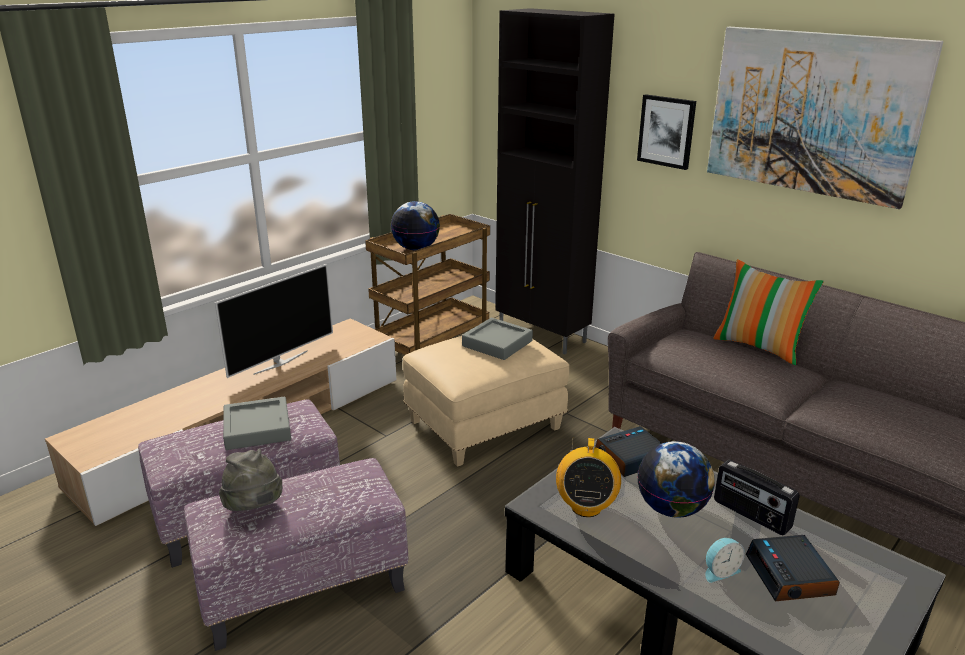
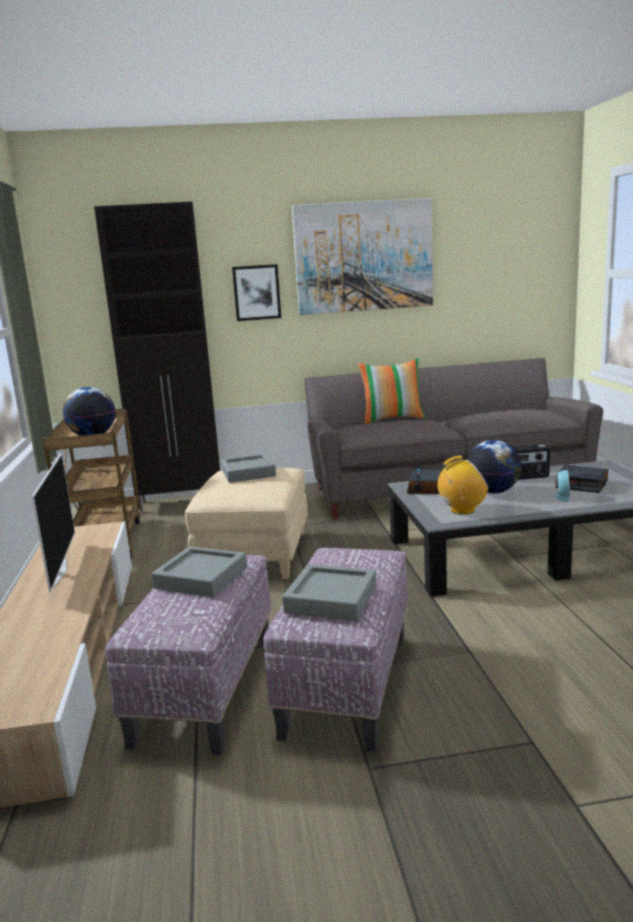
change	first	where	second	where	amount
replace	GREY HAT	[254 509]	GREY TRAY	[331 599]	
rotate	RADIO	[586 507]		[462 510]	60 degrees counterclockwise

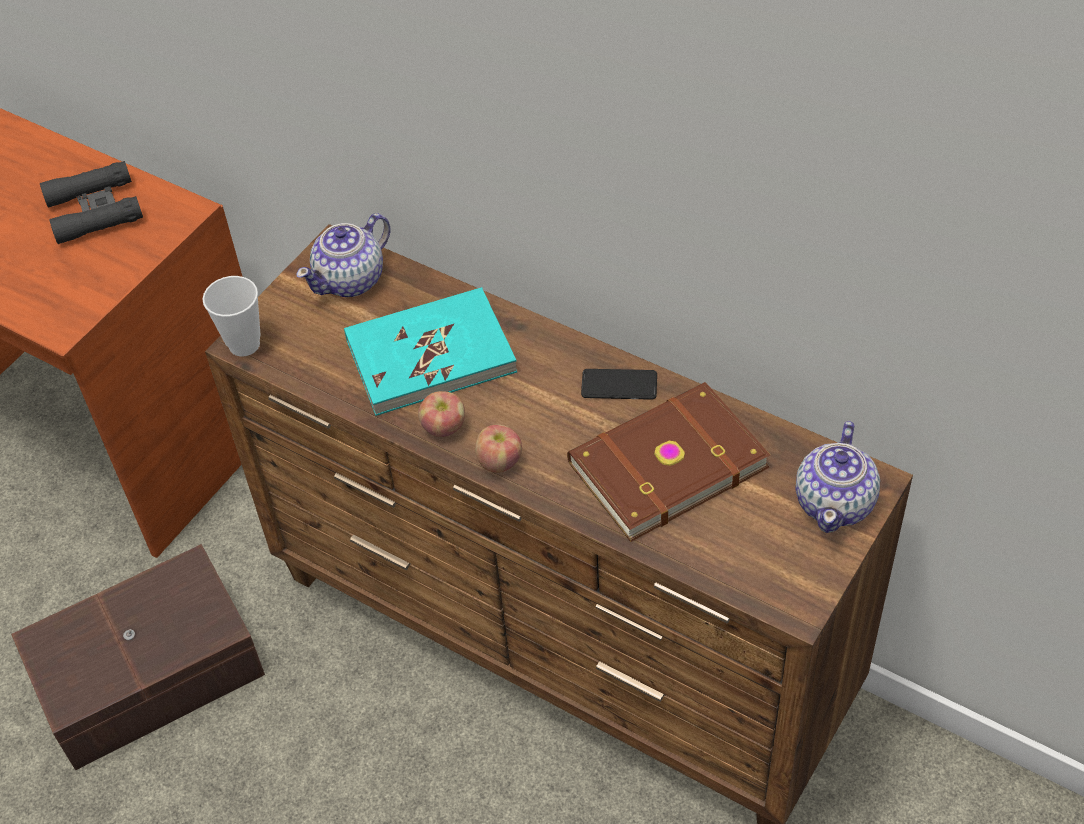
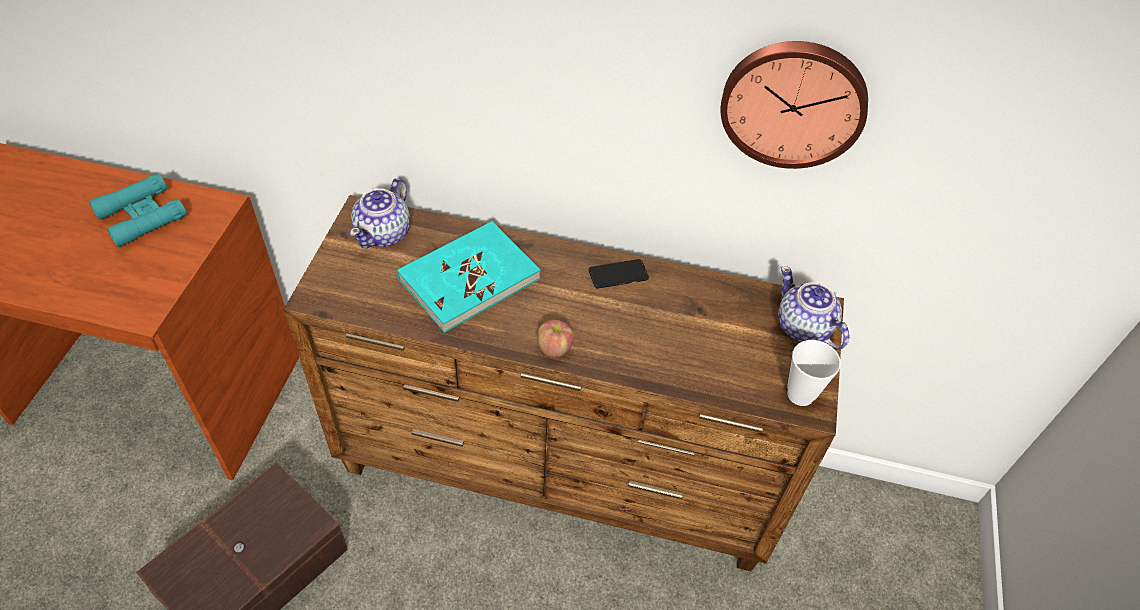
change	first	where	second	where	amount
recolor	BLACK BINOCULARS	[95 210]	TURQUOISE BINOCULARS	[141 216]	
insert			WALL CLOCK	[793 102]	
rotate	TEAPOT	[835 502]		[803 328]	150 degrees clockwise
move	CUP	[244 344]		[800 394]	
delete	APPLE	[444 427]			
delete	BROWN BOOK	[664 463]			

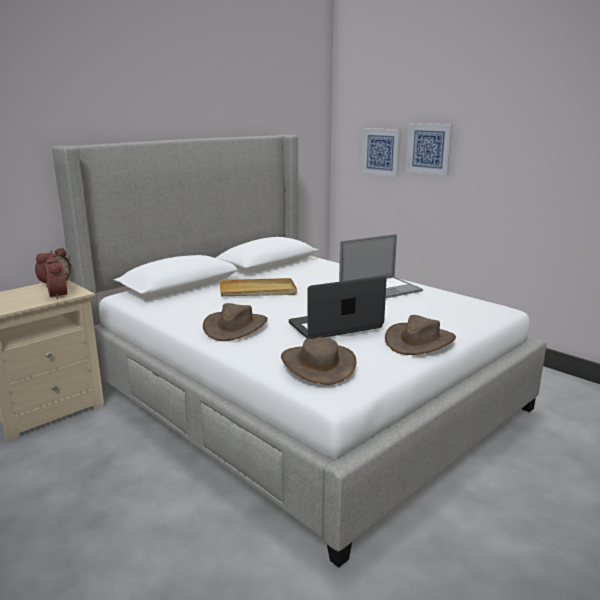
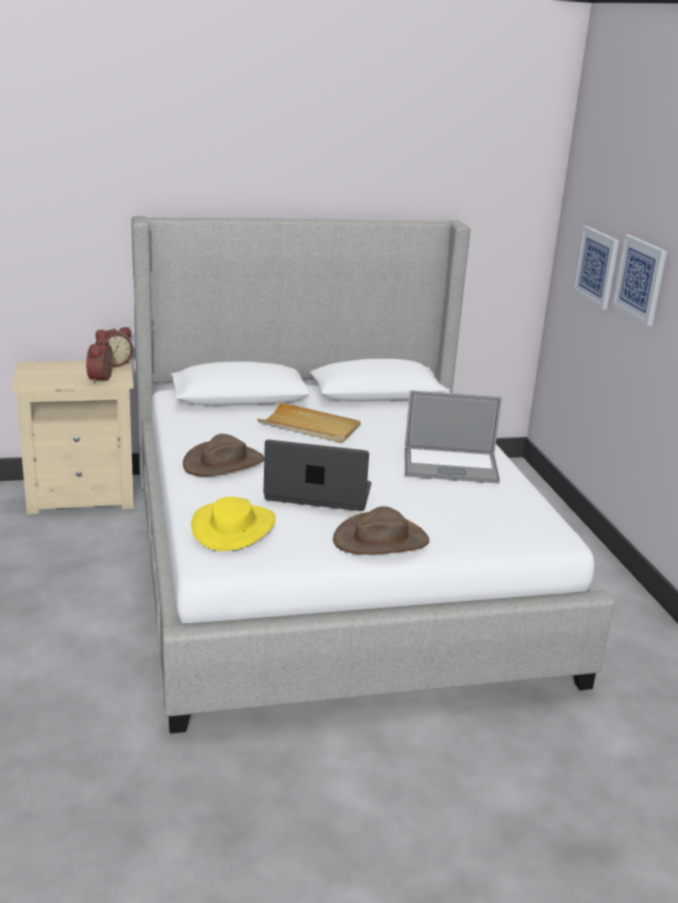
change	first	where	second	where	amount
recolor	BROWN HAT	[318 364]	YELLOW HAT	[234 527]	

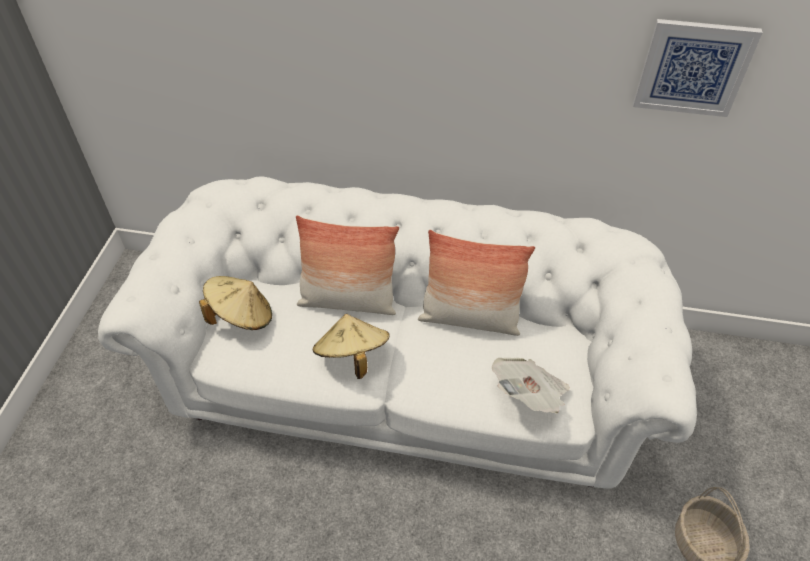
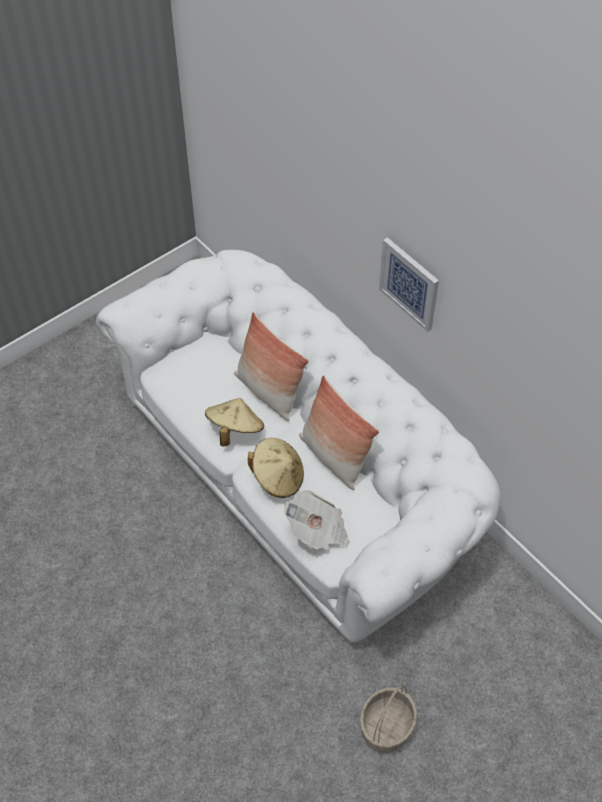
change	first	where	second	where	amount
move	BEIGE HAT	[241 316]		[278 477]	
move	PICTURE	[693 67]		[409 283]	

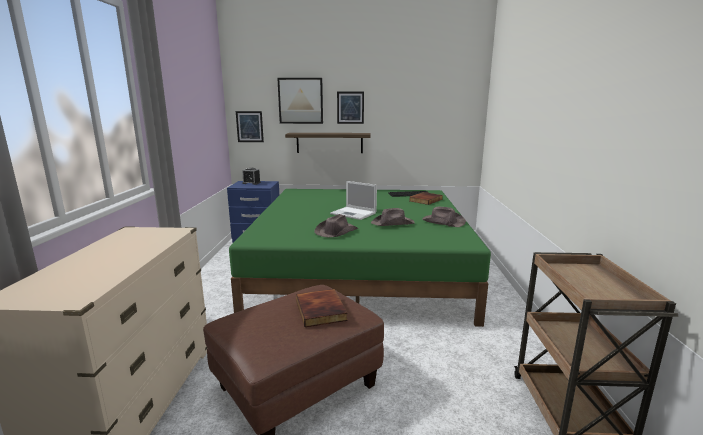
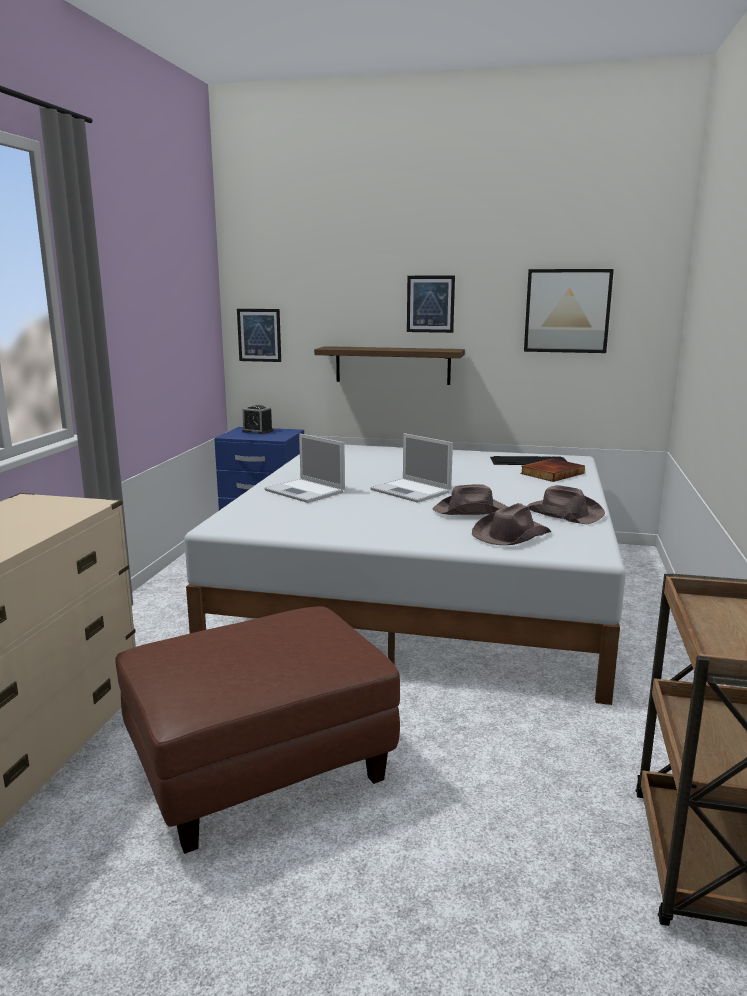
change	first	where	second	where	amount
recolor	GREEN BED	[361 269]	WHITE BED	[424 589]	
insert			LAPTOP	[306 491]	
move	BROWN HAT	[336 231]		[510 535]	
move	PICTURE	[300 101]		[567 311]	
delete	BOOK	[322 310]			

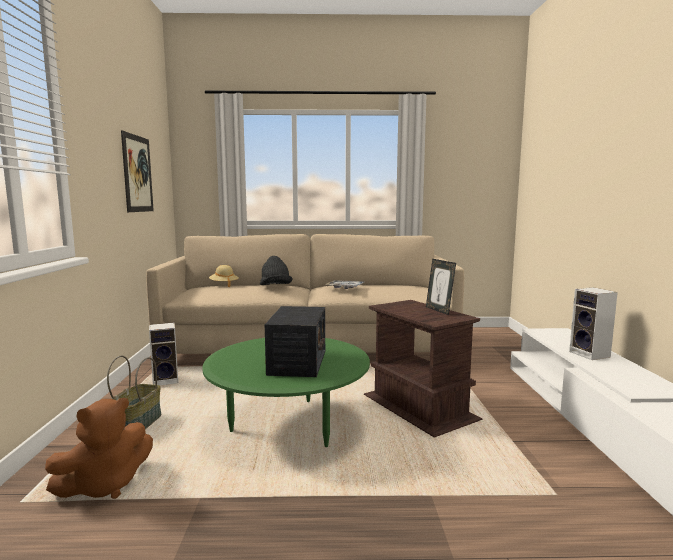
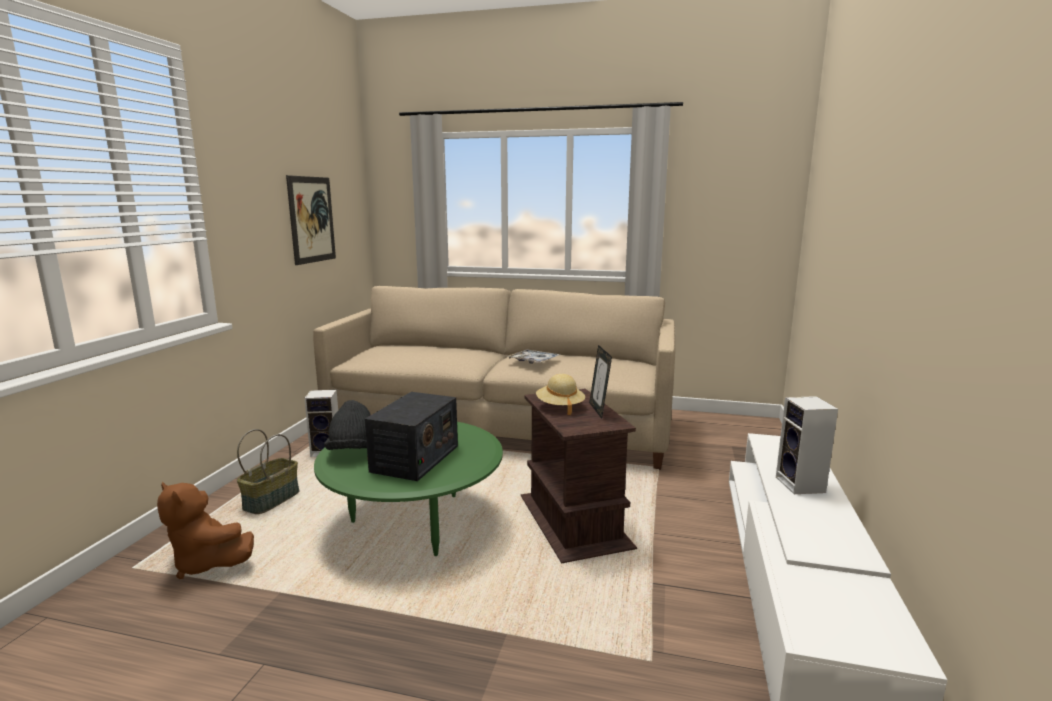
change	first	where	second	where	amount
rotate	BROWN PLUSH TOY	[105 485]		[208 563]	60 degrees clockwise
move	BLACK HAT	[275 287]		[353 451]	
move	BEIGE HAT	[224 285]		[560 406]	

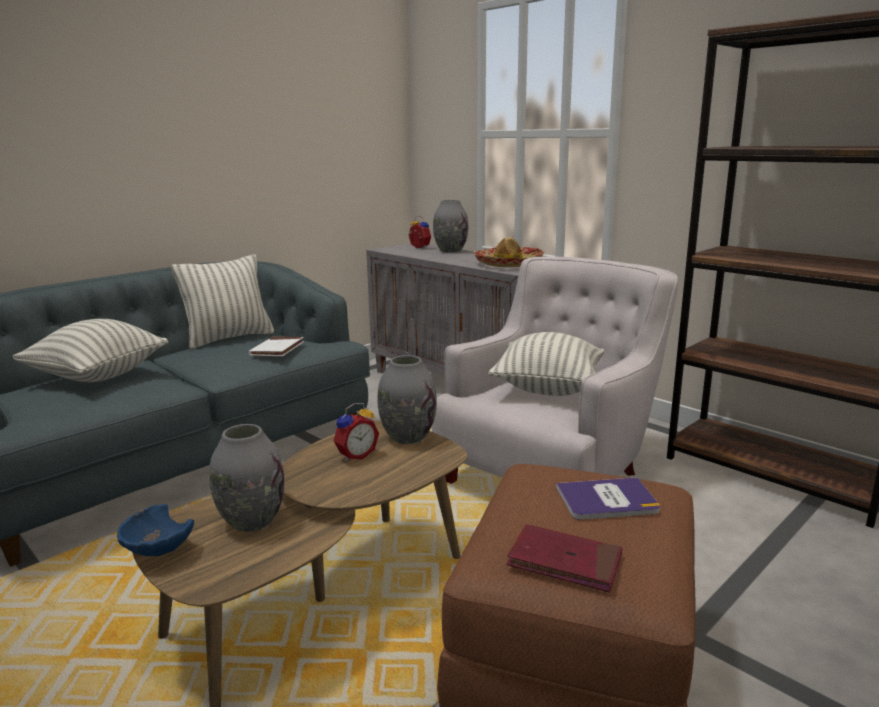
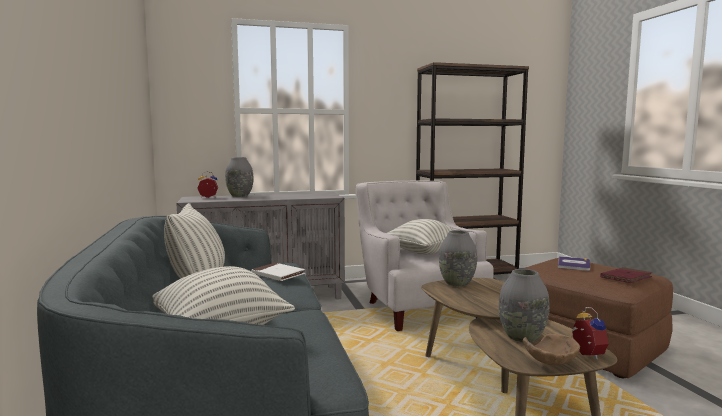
change	first	where	second	where	amount
recolor	BLUE BOWL	[157 553]	BROWN BOWL	[551 365]	
move	ALARM CLOCK	[355 455]		[586 354]	
delete	HAT	[508 264]			

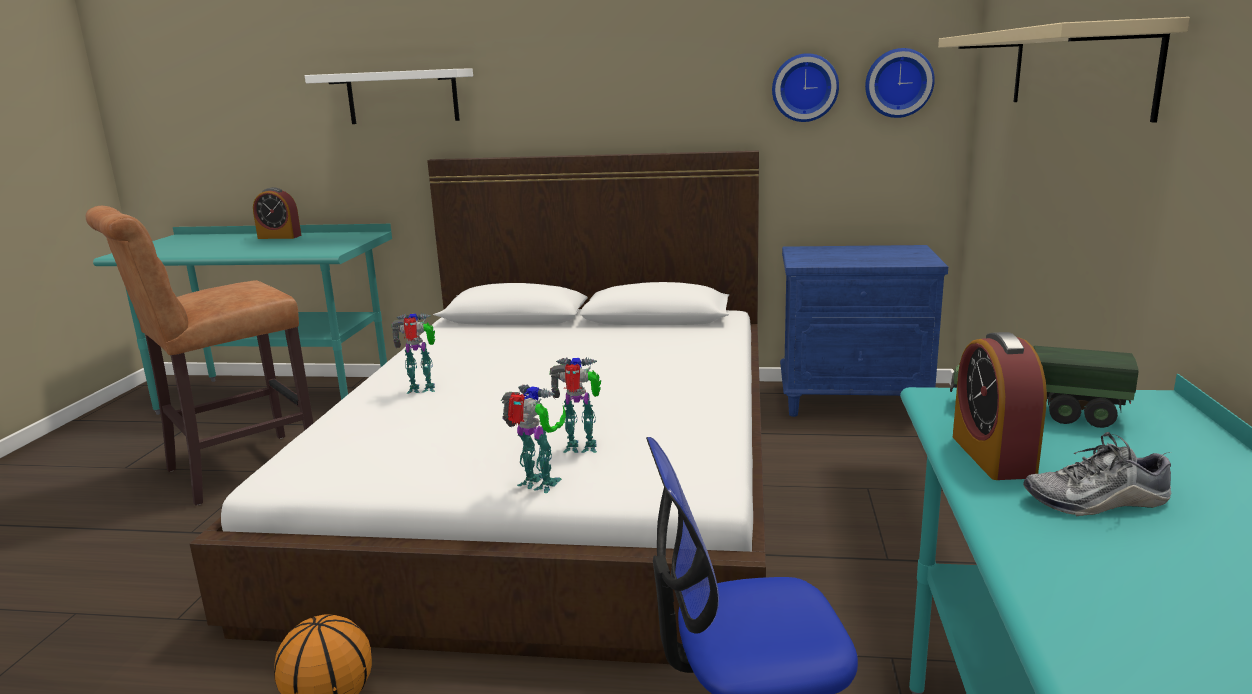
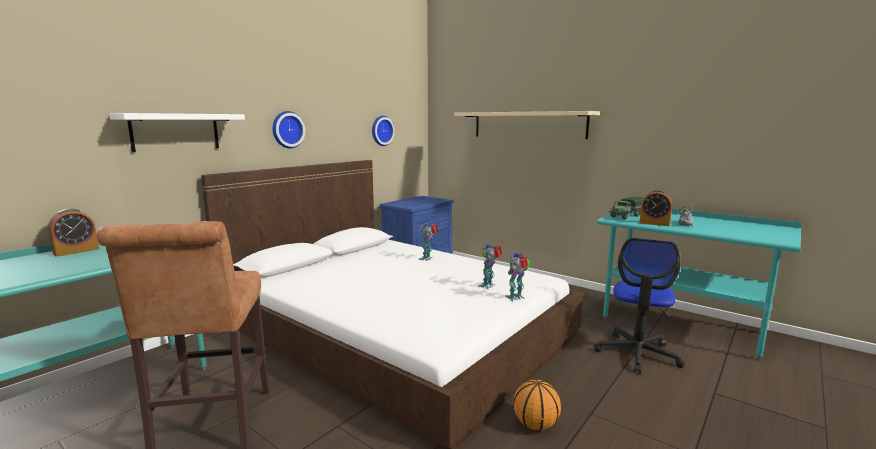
change	first	where	second	where	amount
move	WALL CLOCK	[898 83]		[287 129]	
move	TOY ROBOT	[423 389]		[427 258]	

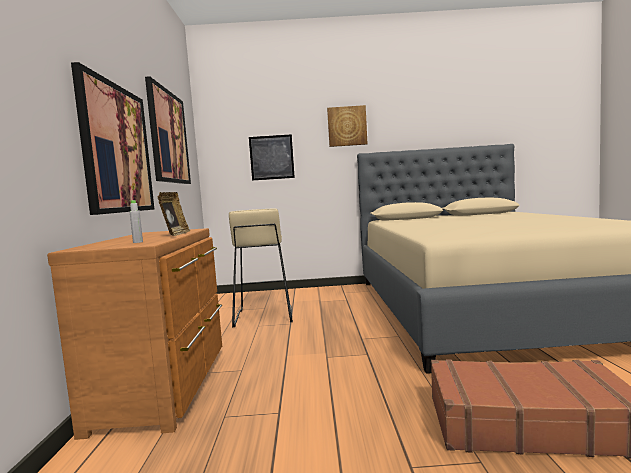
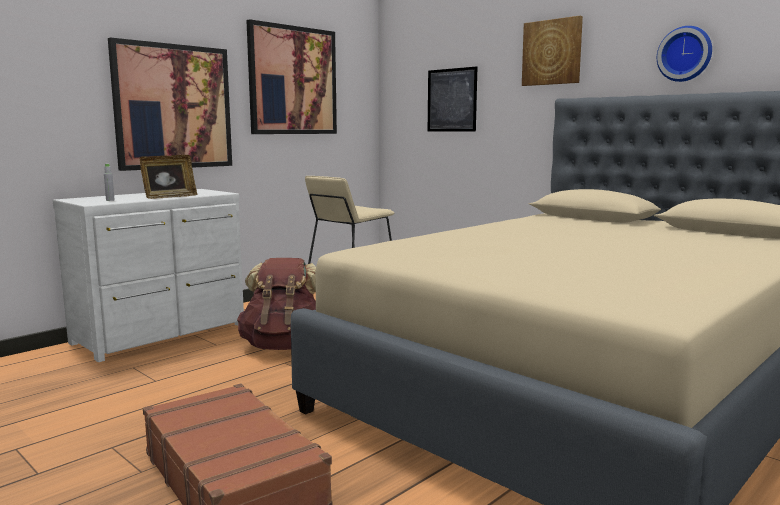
change	first	where	second	where	amount
recolor	BROWN DRESSER	[167 385]	WHITE DRESSER	[163 334]	
insert			BROWN BACKPACK	[284 346]	
insert			WALL CLOCK	[685 54]	

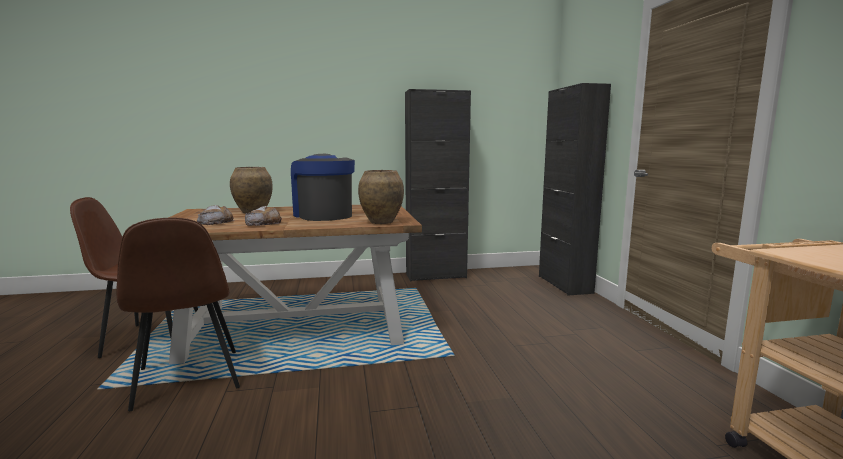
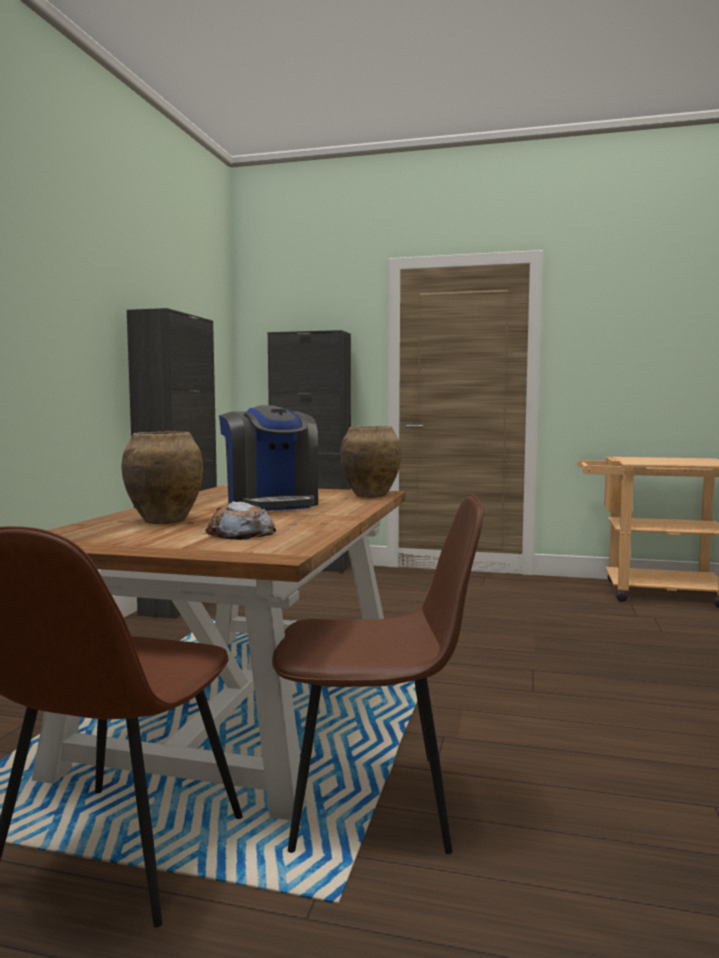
change	first	where	second	where	amount
rotate	COFFEE MACHINE	[323 215]		[271 504]	105 degrees counterclockwise
delete	BREAD	[263 223]			

